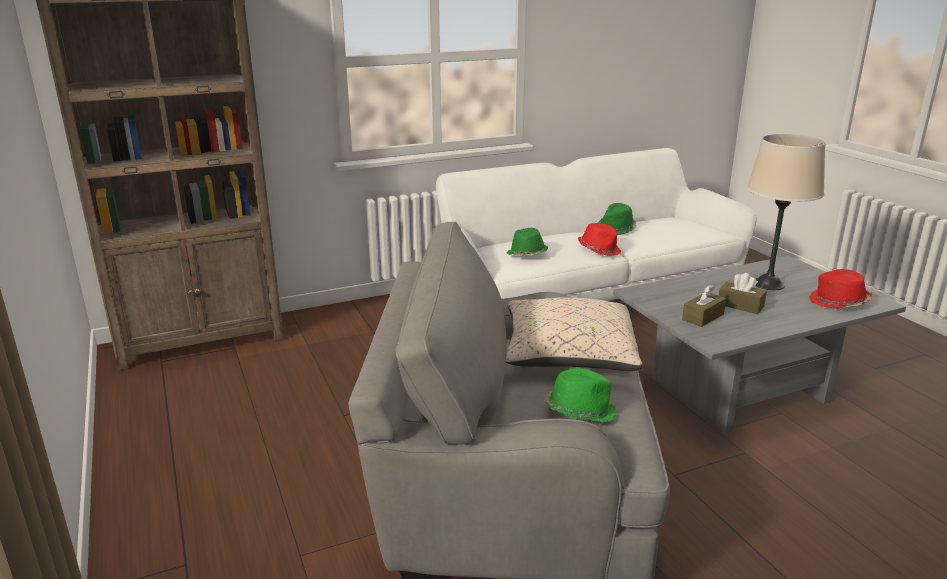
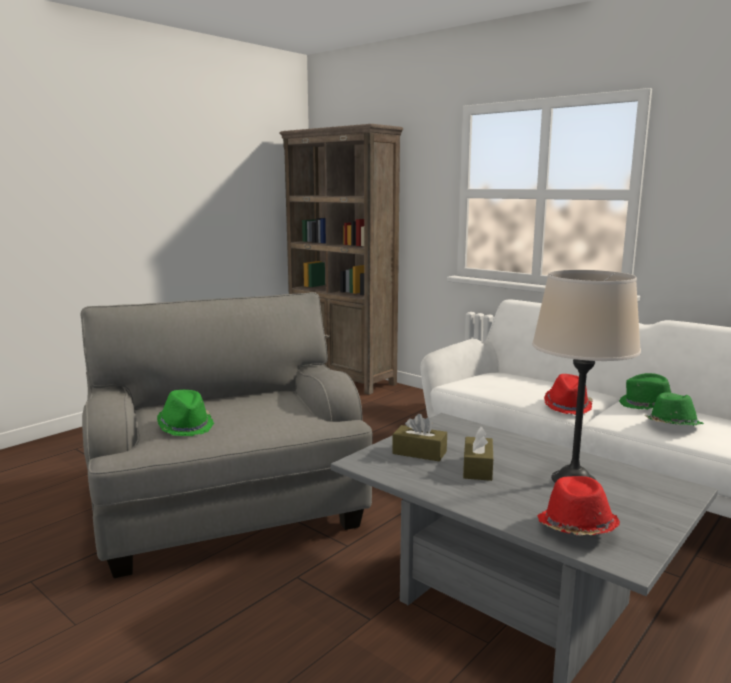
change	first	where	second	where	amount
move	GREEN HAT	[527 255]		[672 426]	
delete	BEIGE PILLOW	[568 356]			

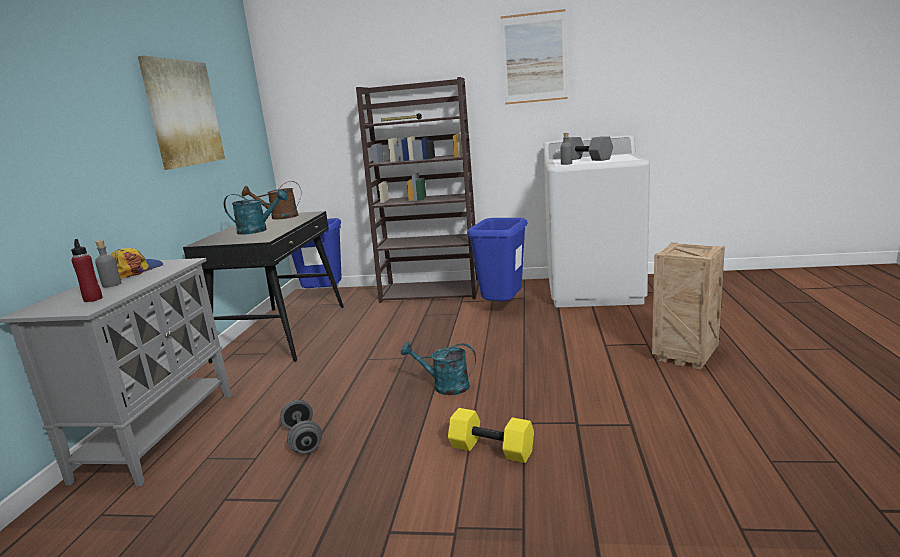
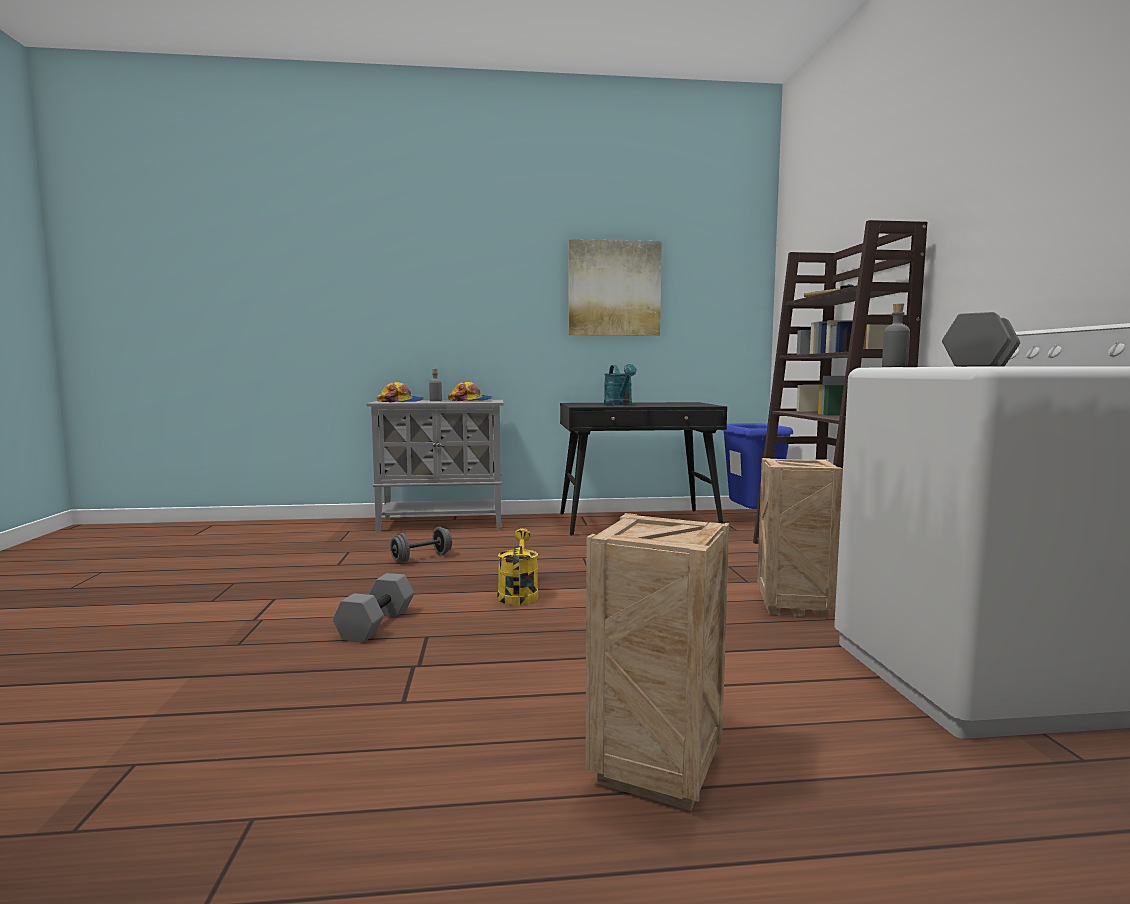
change	first	where	second	where	amount
recolor	YELLOW DUMBBELL	[490 450]	GREY DUMBBELL	[375 623]	
replace	RED BOTTLE	[93 299]	CAP	[401 401]	
recolor	TURQUOISE WATERING CAN	[444 386]	YELLOW WATERING CAN	[518 594]	
replace	BLUE TRASH CAN	[502 308]	CRATE	[795 606]	
delete	BROWN WATERING CAN	[279 217]			
delete	PICTURE	[534 58]			

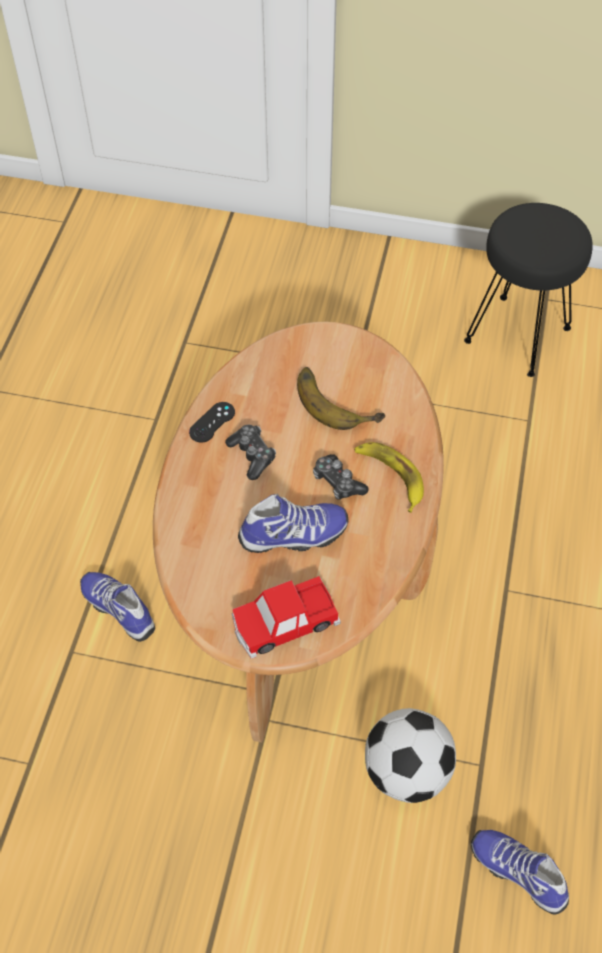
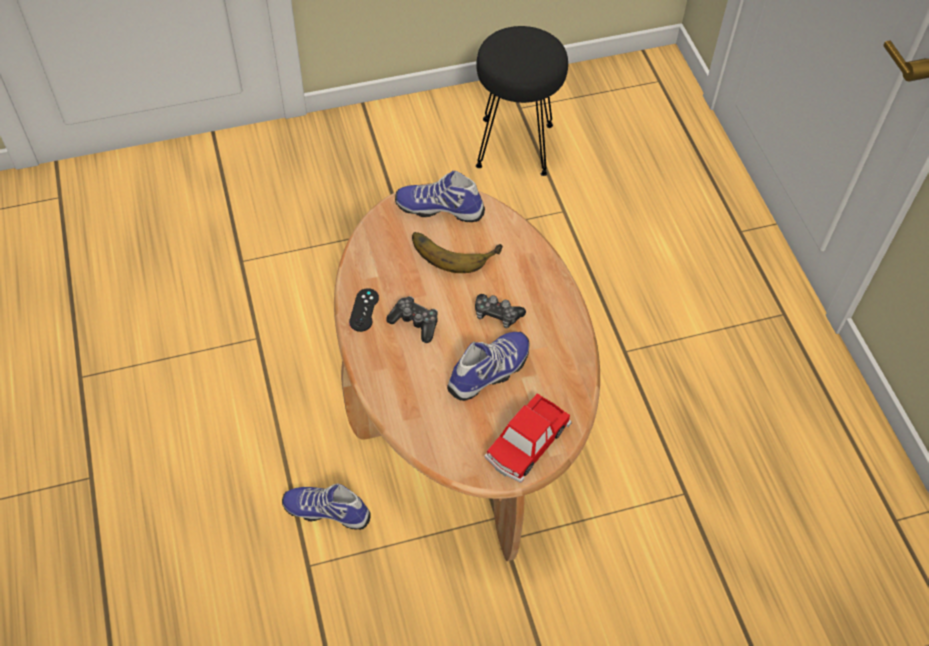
change	first	where	second	where	amount
move	SHOE	[519 871]		[440 207]	
delete	BANANA	[390 476]			
delete	FOOTBALL	[406 771]			

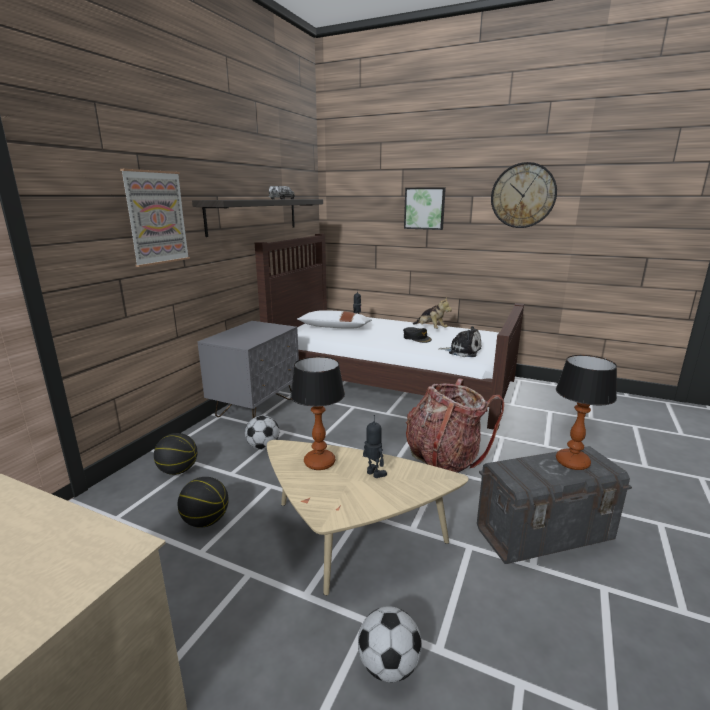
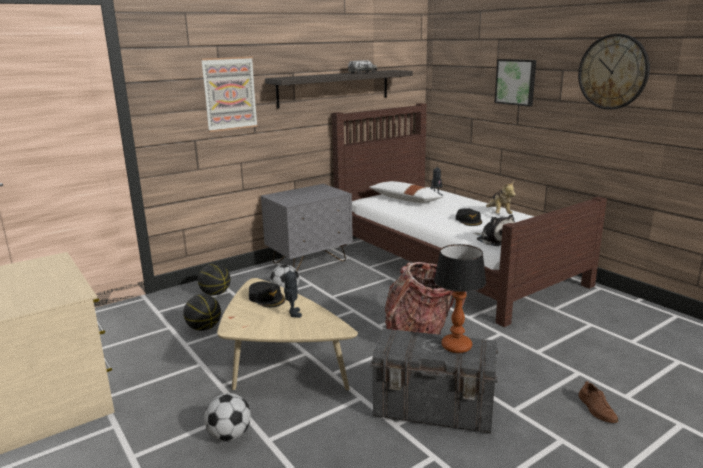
change	first	where	second	where	amount
replace	TABLE LAMP	[319 462]	BLACK CAP	[267 298]	
insert			BROWN SHOE	[596 409]	

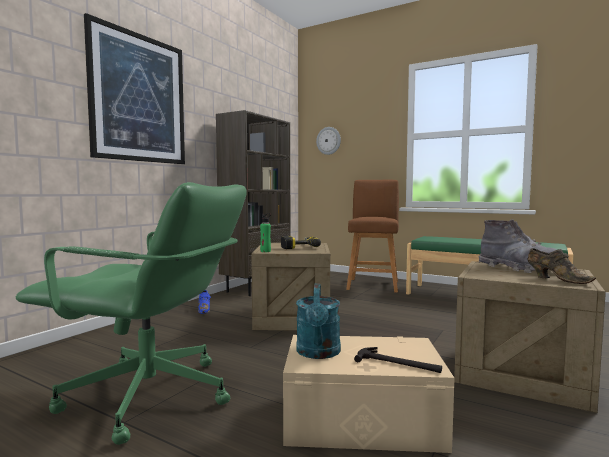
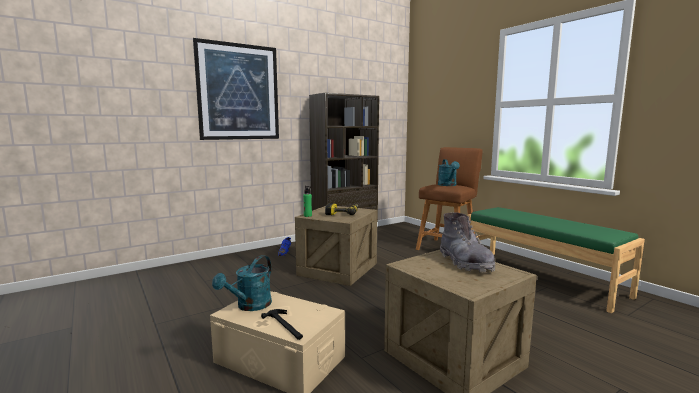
change	first	where	second	where	amount
insert			TURQUOISE WATERING CAN	[448 185]	
delete	GREEN OFFICE CHAIR	[150 397]			
delete	WALL CLOCK	[328 140]			
delete	BROWN SHOE	[556 279]			

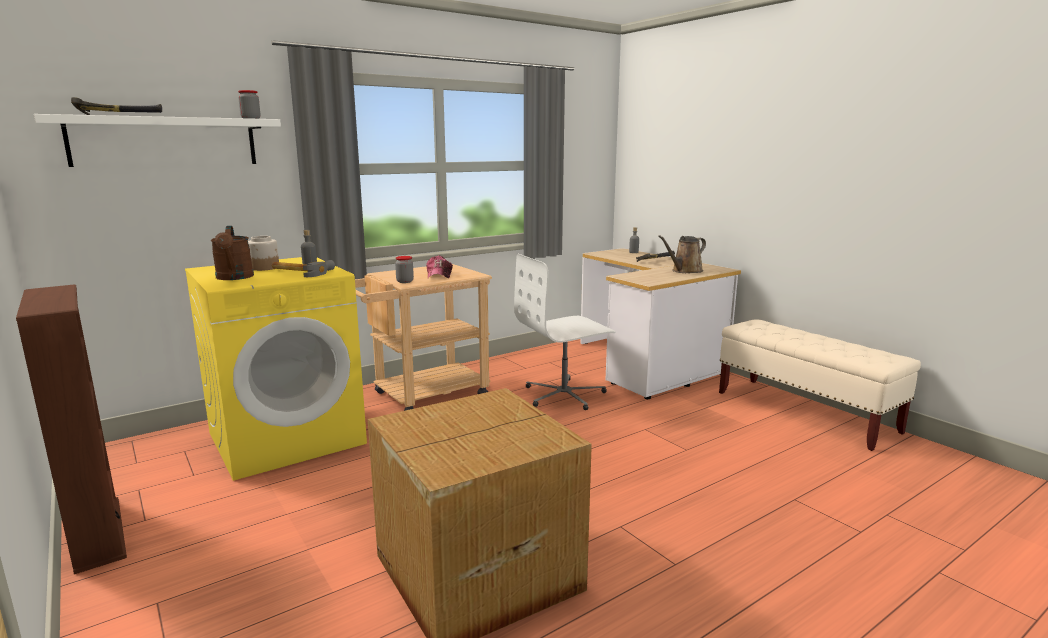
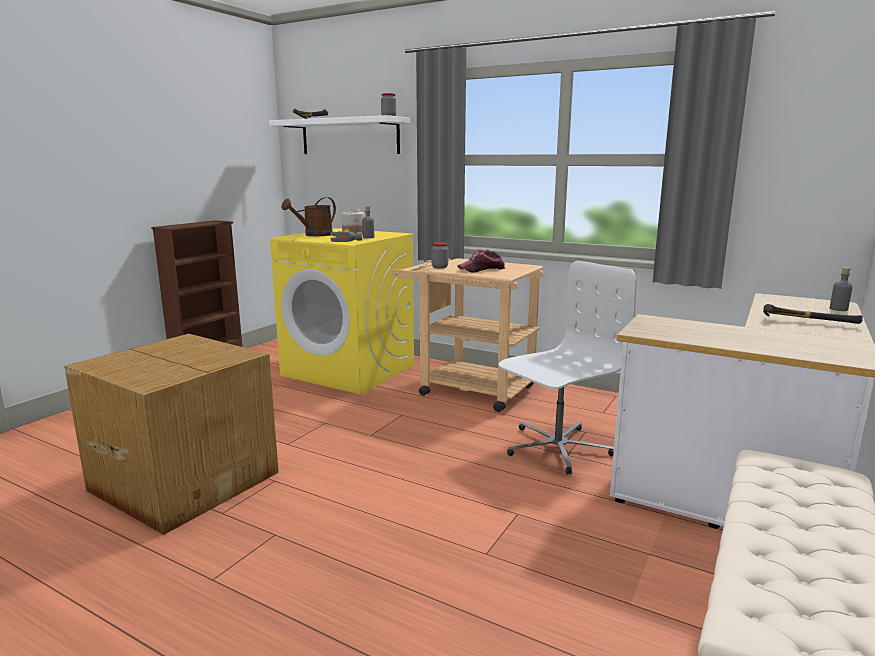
change	first	where	second	where	amount
rotate	WHITE OFFICE CHAIR	[565 395]		[556 447]	105 degrees clockwise
delete	BROWN WATERING CAN	[685 271]			

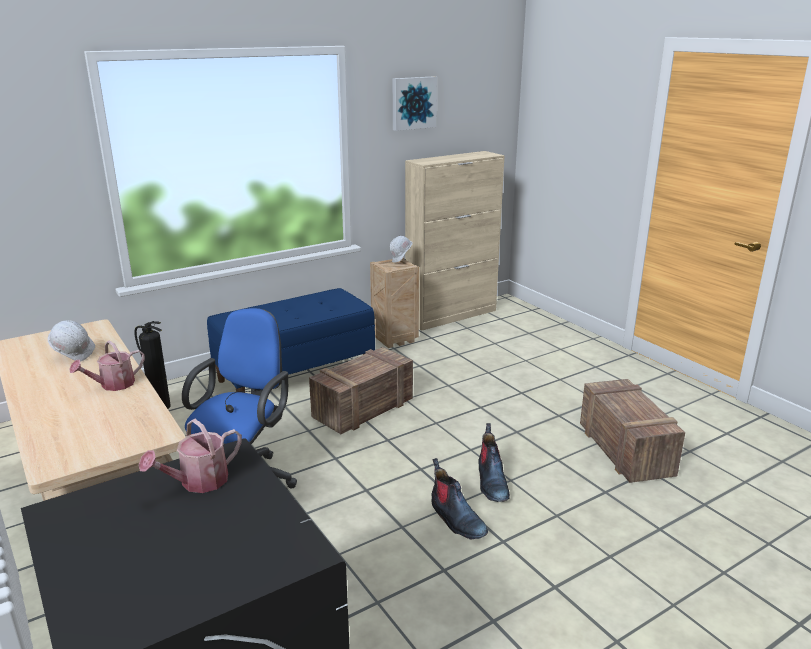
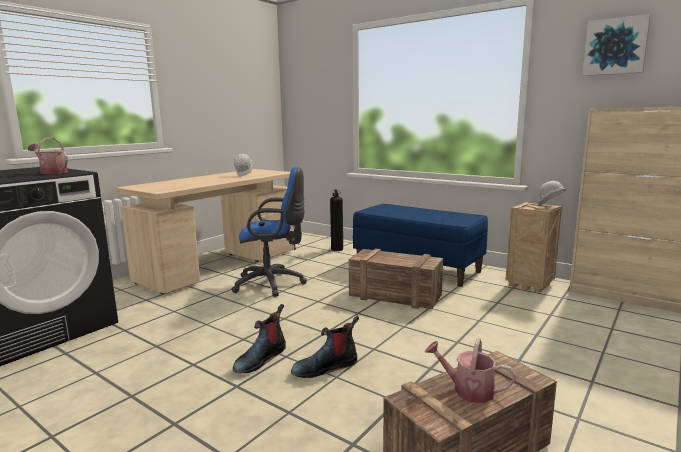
change	first	where	second	where	amount
move	WATERING CAN	[113 385]		[467 390]	

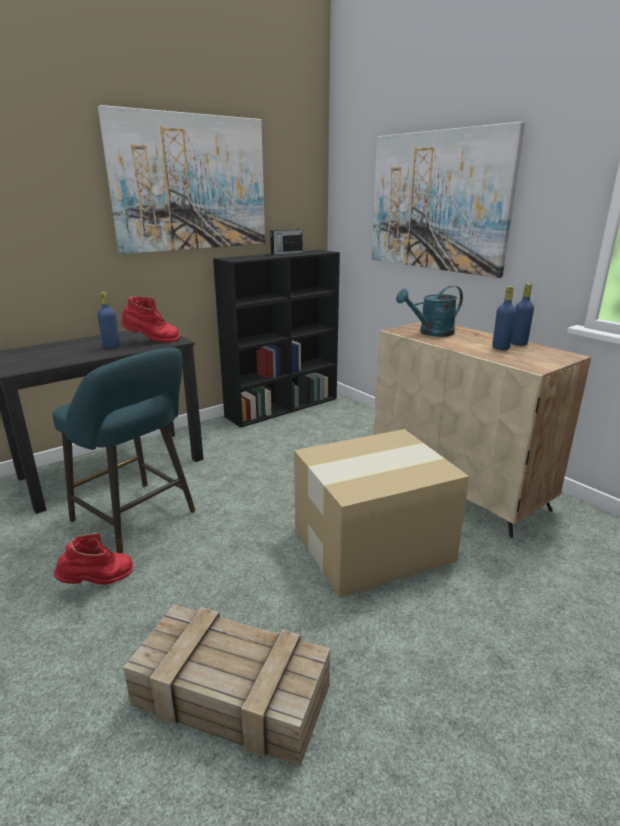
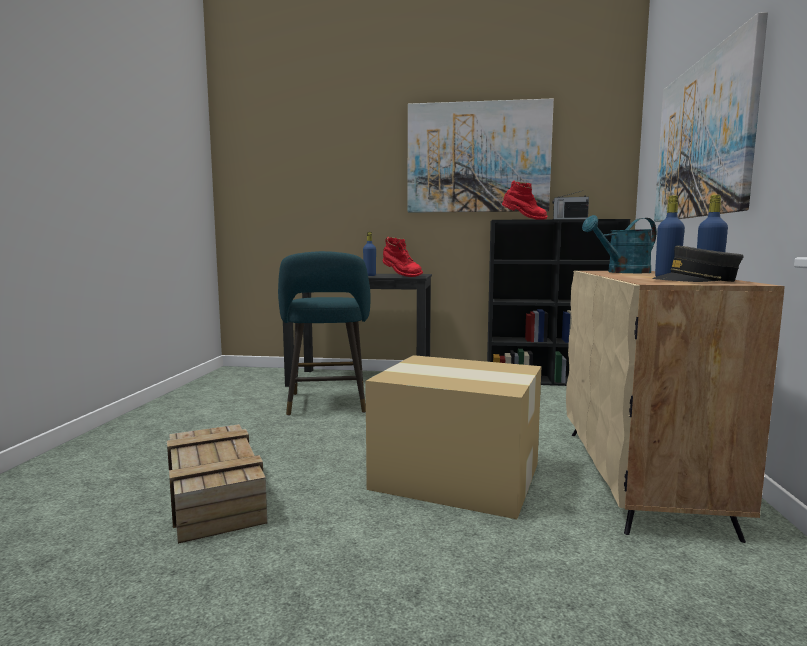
change	first	where	second	where	amount
move	RED BOOT	[99 582]		[524 220]	
rotate	TURQUOISE WATERING CAN	[431 333]		[622 272]	45 degrees counterclockwise
insert			GREY CAP	[696 280]	

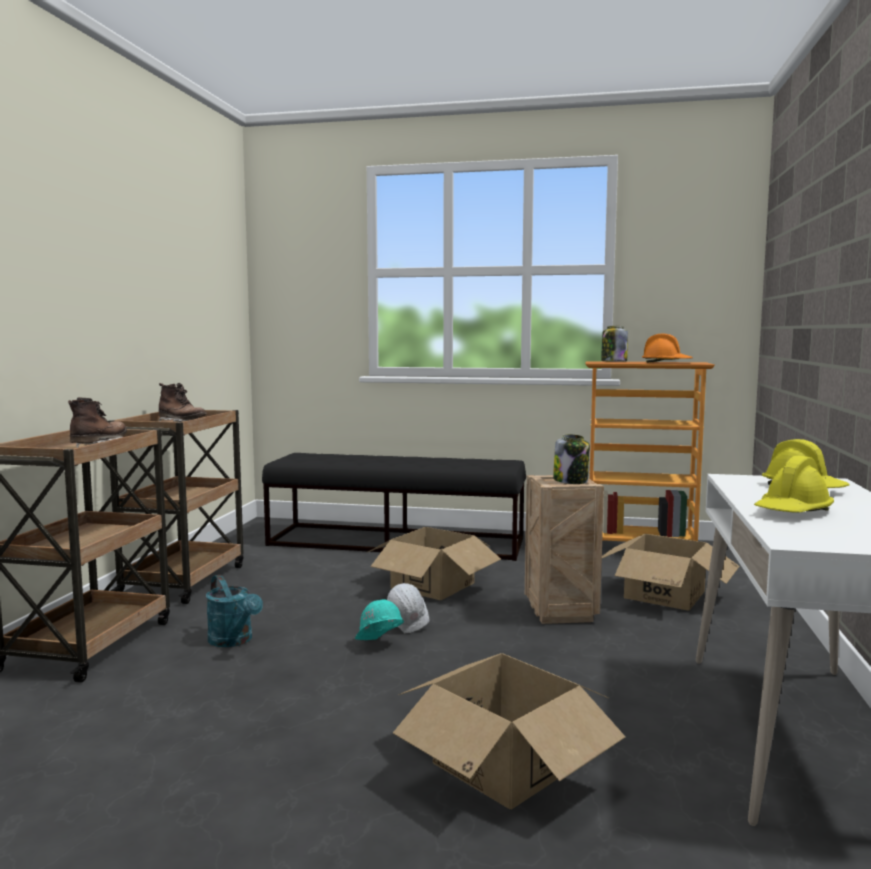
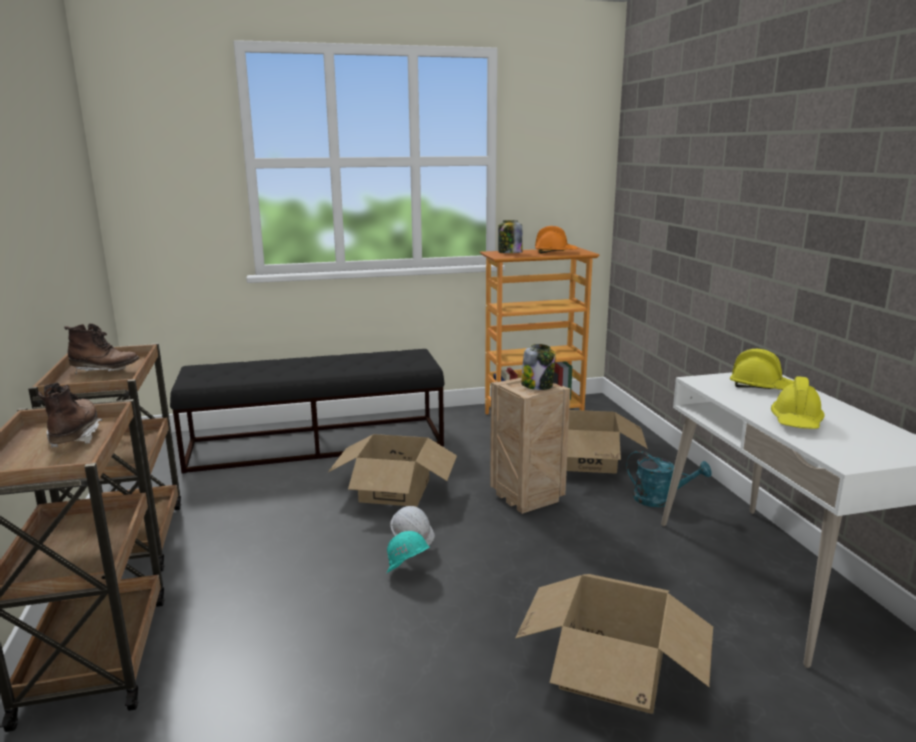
change	first	where	second	where	amount
move	TURQUOISE WATERING CAN	[234 641]		[660 500]	

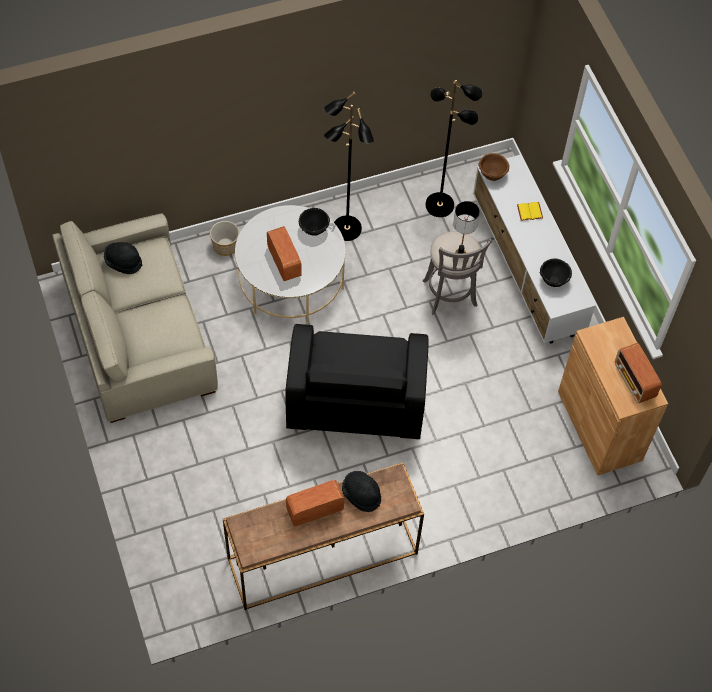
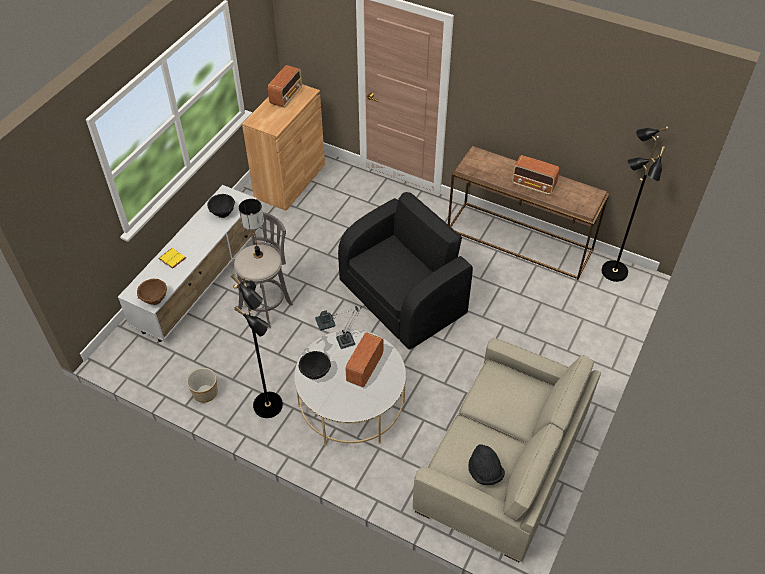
change	first	where	second	where	amount
move	PLANTER	[225 246]		[205 393]	
insert			TABLE LAMP	[341 342]	
move	BLACK FLOOR LAMP	[440 204]		[613 271]	
delete	BLACK HAT	[361 494]			

